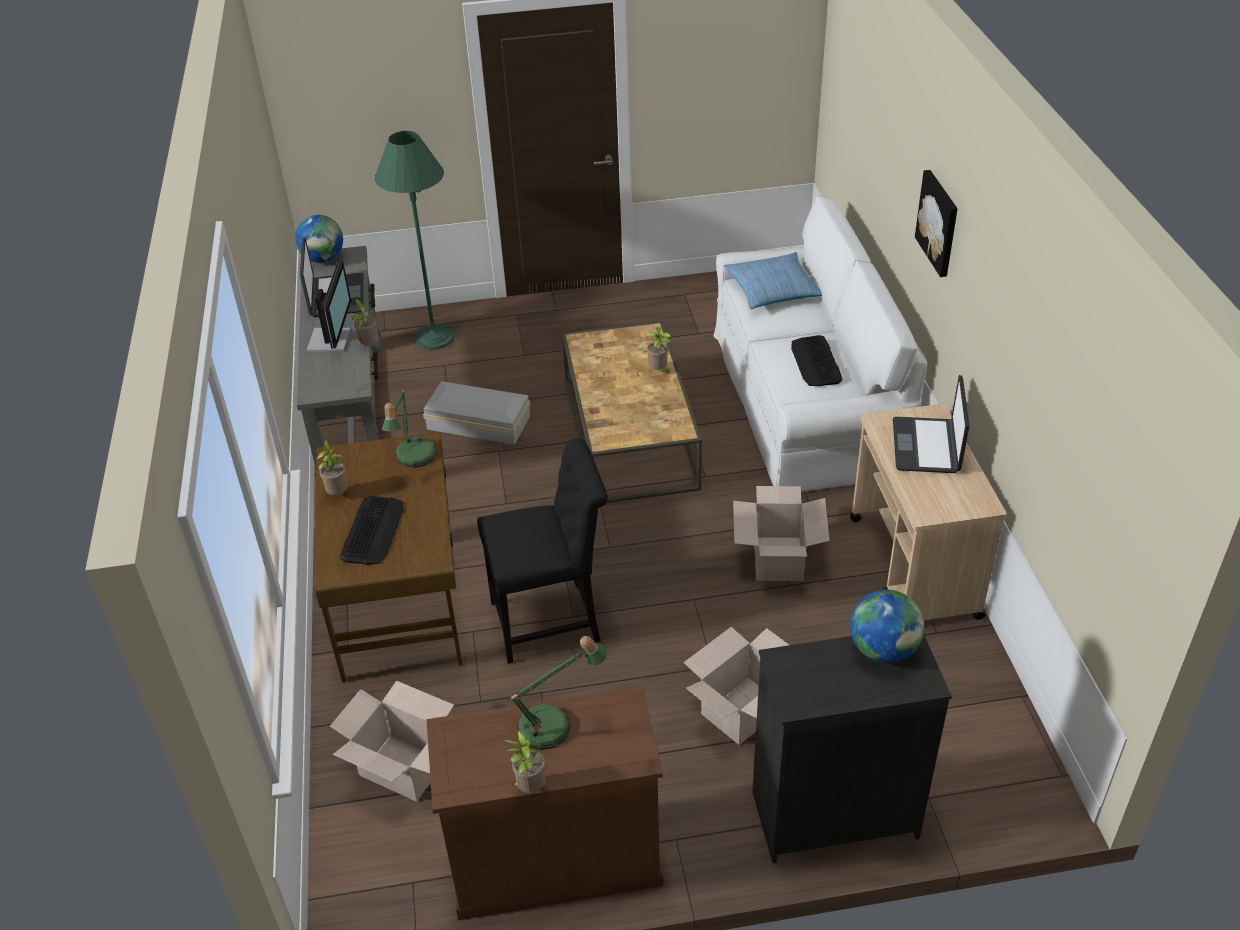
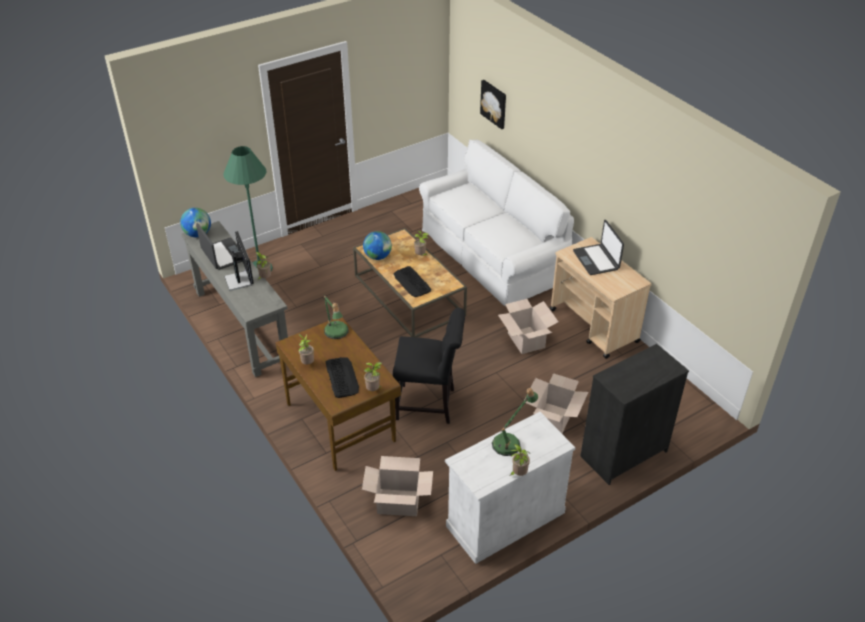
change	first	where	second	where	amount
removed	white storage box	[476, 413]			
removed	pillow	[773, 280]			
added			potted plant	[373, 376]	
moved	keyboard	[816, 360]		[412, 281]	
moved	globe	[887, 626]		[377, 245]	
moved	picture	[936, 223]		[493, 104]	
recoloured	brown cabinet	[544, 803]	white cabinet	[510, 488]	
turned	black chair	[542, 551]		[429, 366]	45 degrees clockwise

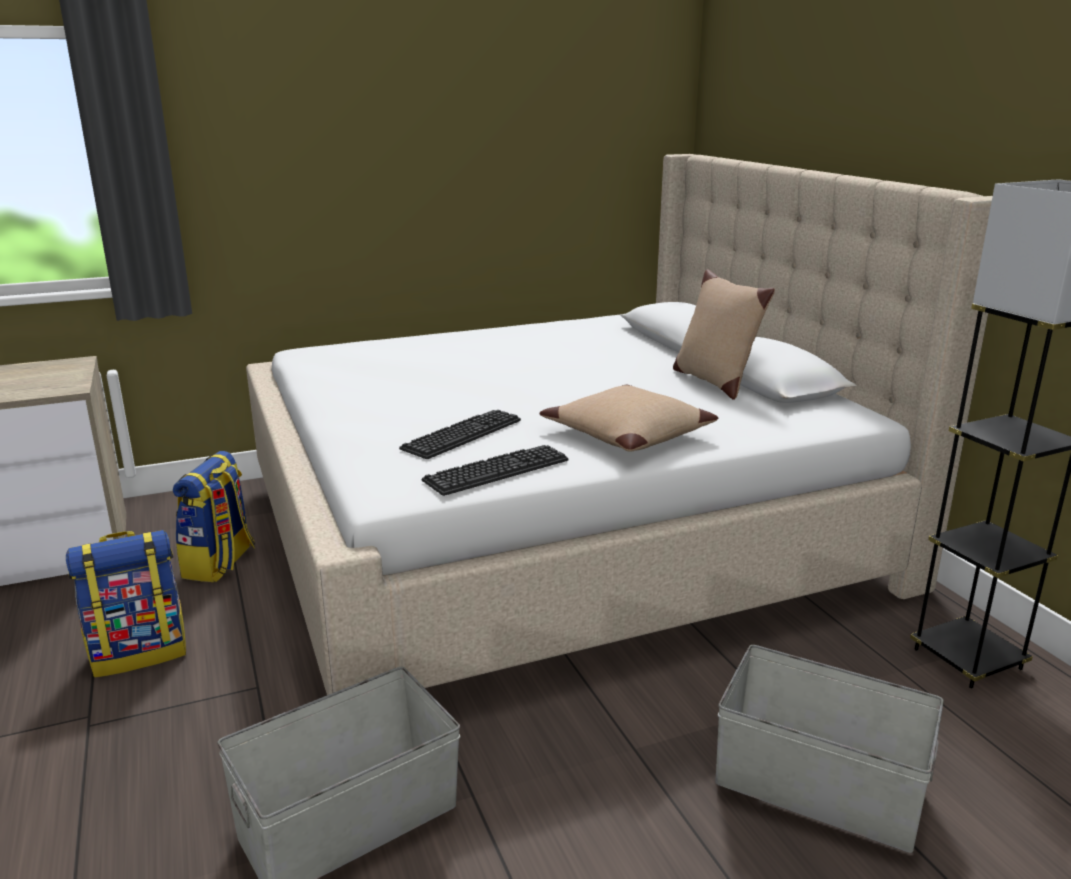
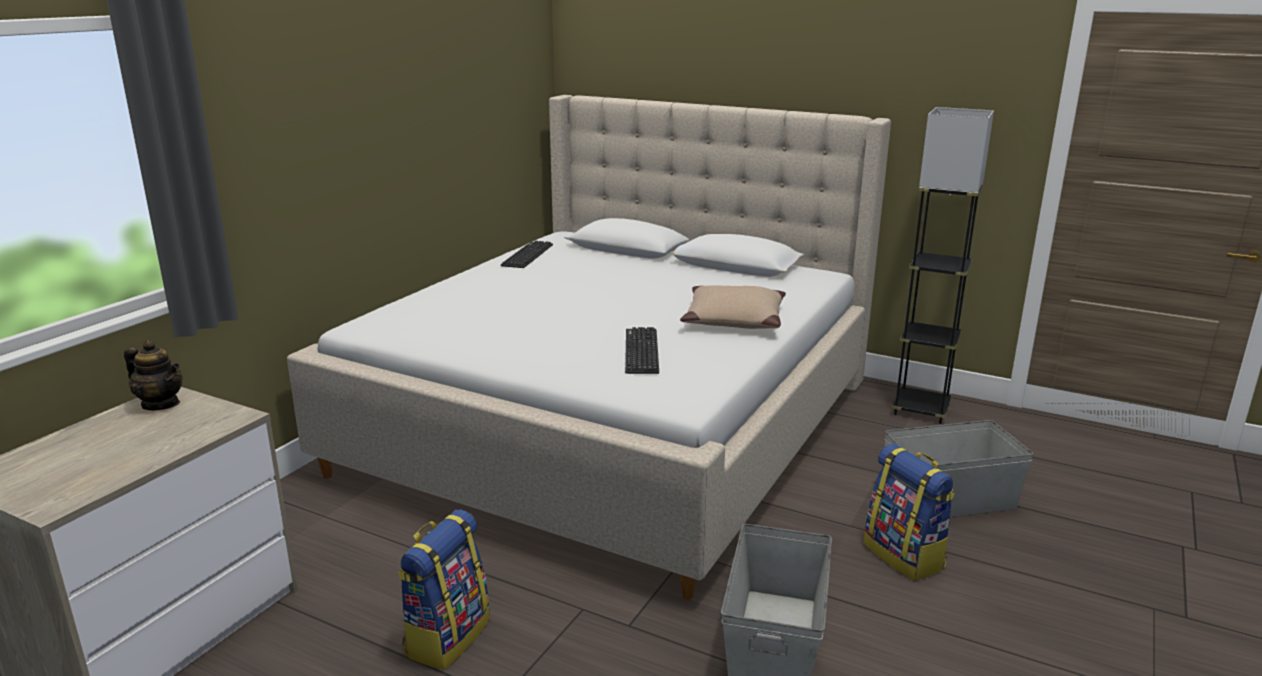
change	first	where	second	where	amount
removed	beige pillow	[724, 334]			
added			teapot	[153, 375]	
moved	backpack	[214, 516]		[909, 512]	
moved	keyboard	[495, 470]		[527, 254]	

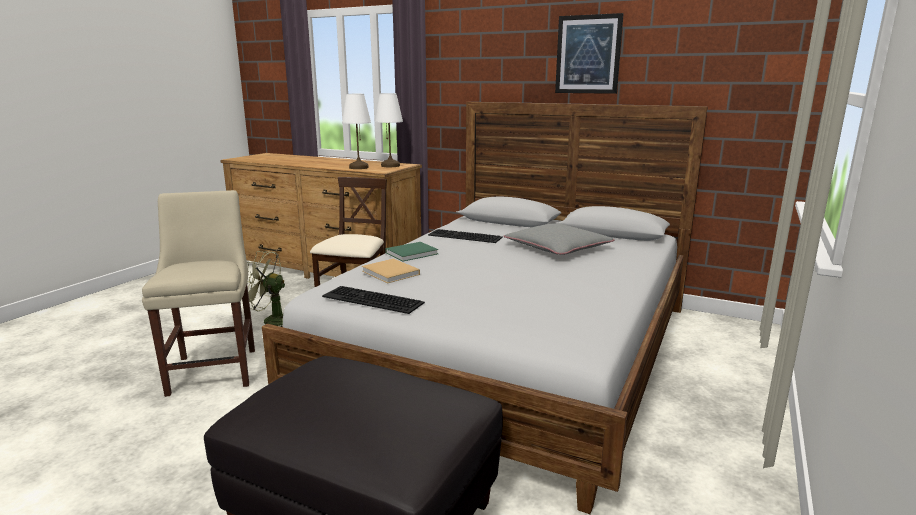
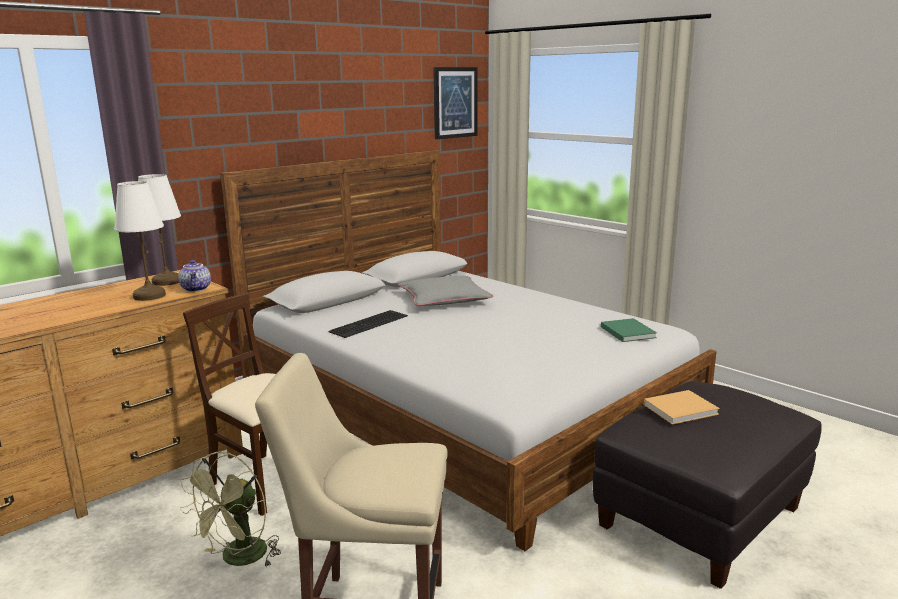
change	first	where	second	where	amount
removed	keyboard	[373, 300]			
added			teapot	[194, 276]	
moved	beige book	[391, 271]		[682, 407]	
moved	green book	[412, 252]		[629, 330]	
moved	picture	[589, 53]		[455, 103]	

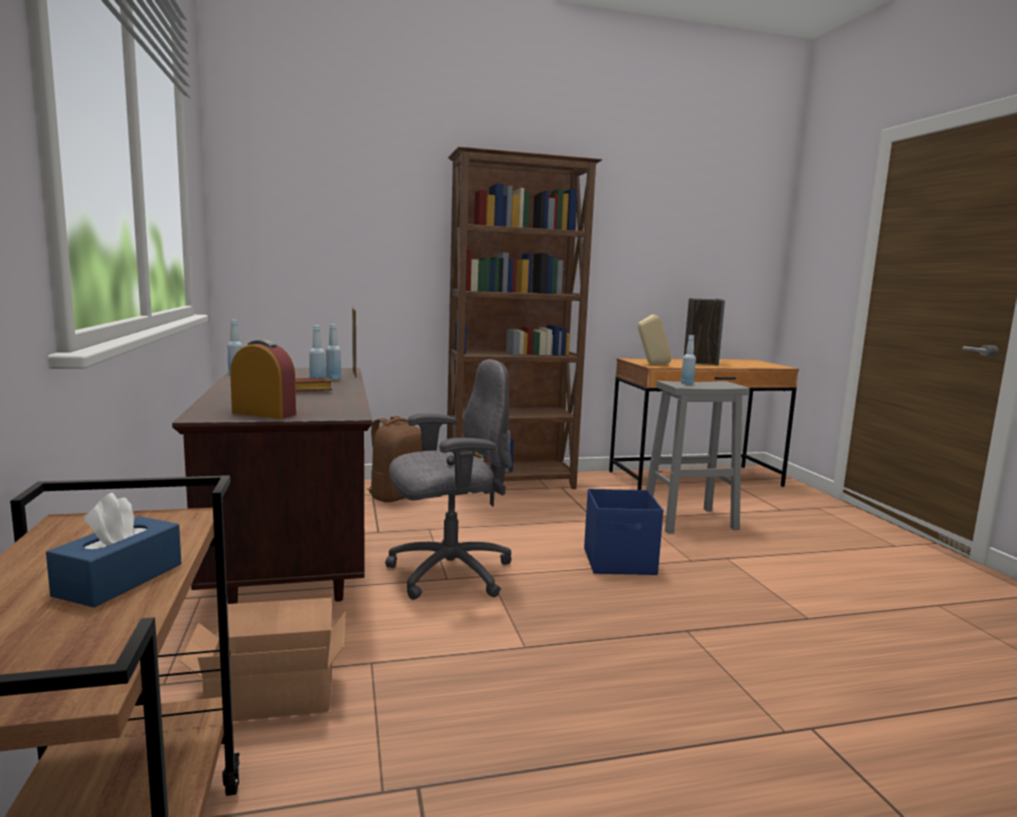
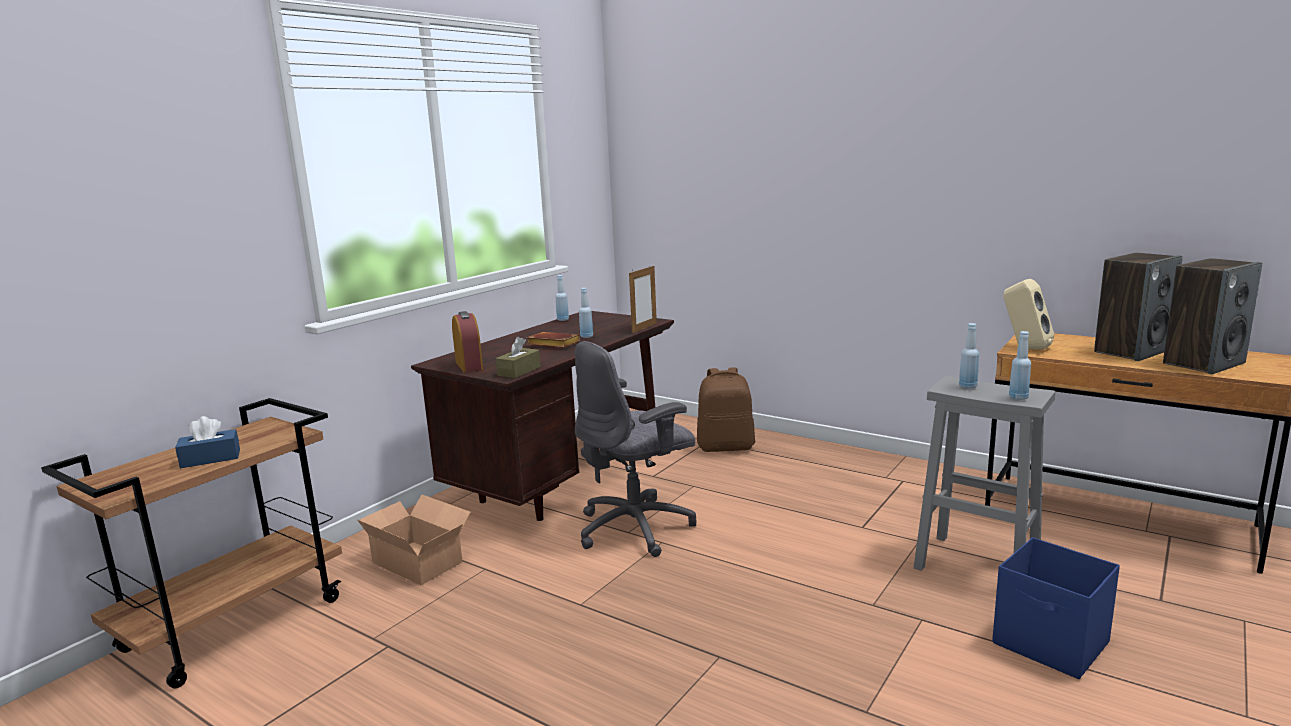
change	first	where	second	where	amount
removed	brown bookcase	[524, 317]			
added			brown tissue box	[518, 357]	
added			speaker	[1212, 316]	
moved	blue bottle	[333, 352]		[1020, 365]	
moved	blue storage box	[623, 532]		[1056, 608]	
turned	grey office chair	[448, 479]		[635, 449]	120 degrees clockwise

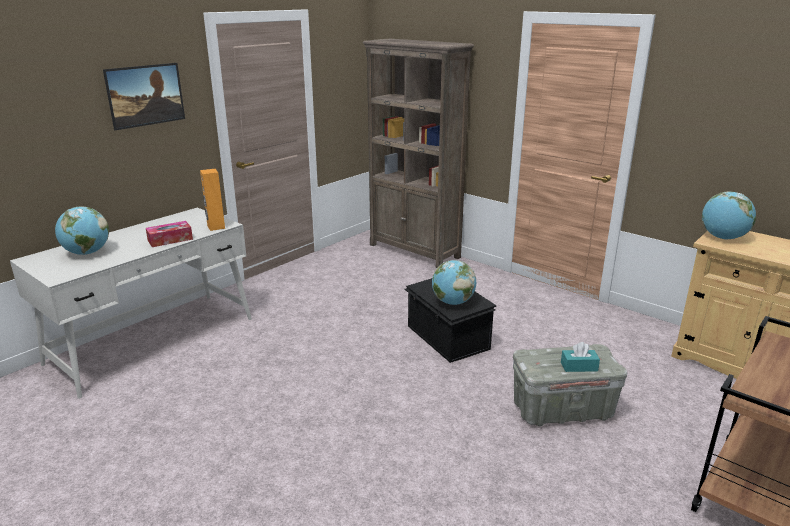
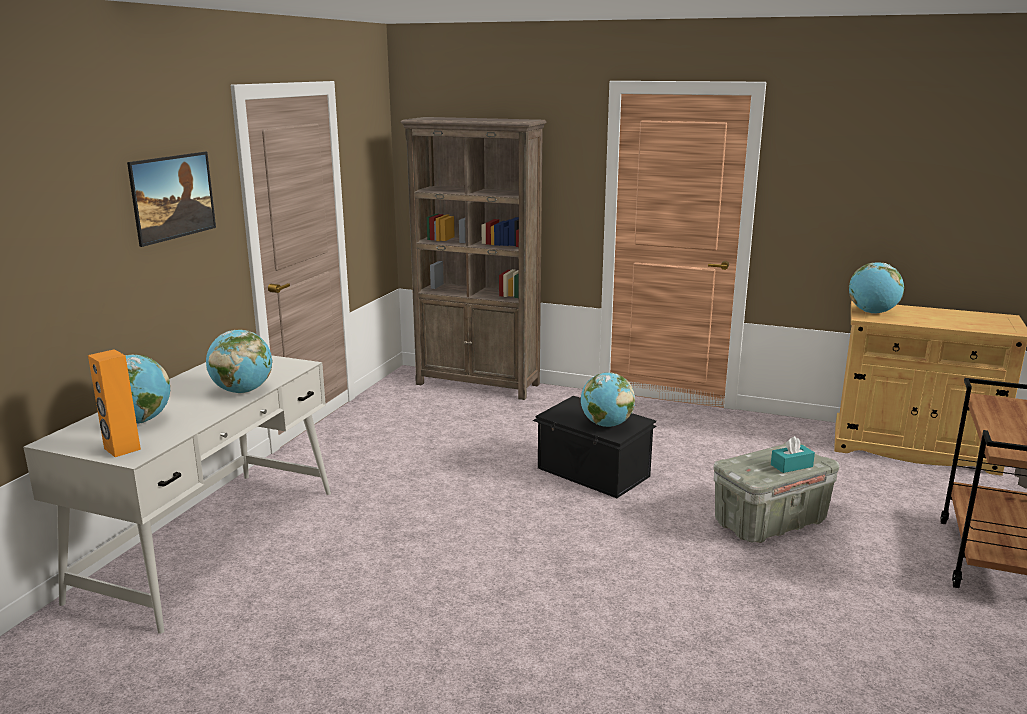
change	first	where	second	where	amount
moved	orange speaker	[212, 200]		[114, 403]	
replaced	tissue box	[169, 234]	globe	[239, 361]	

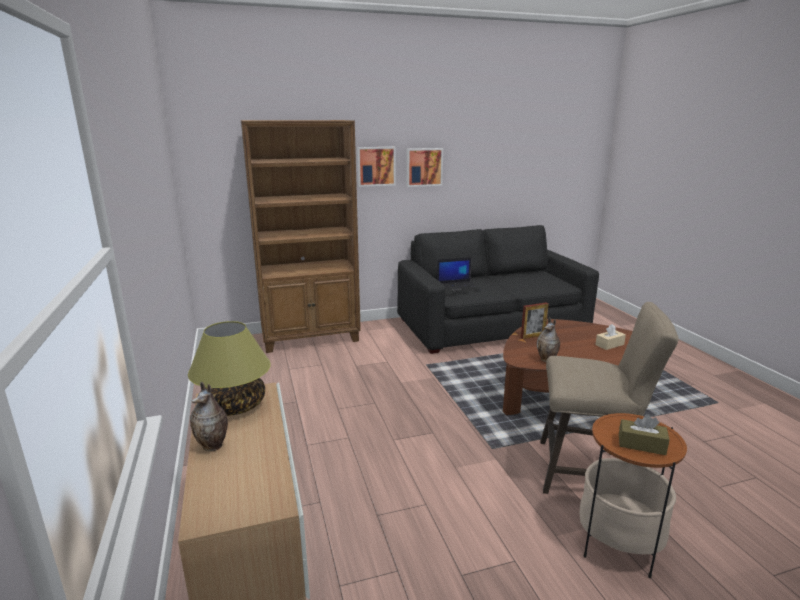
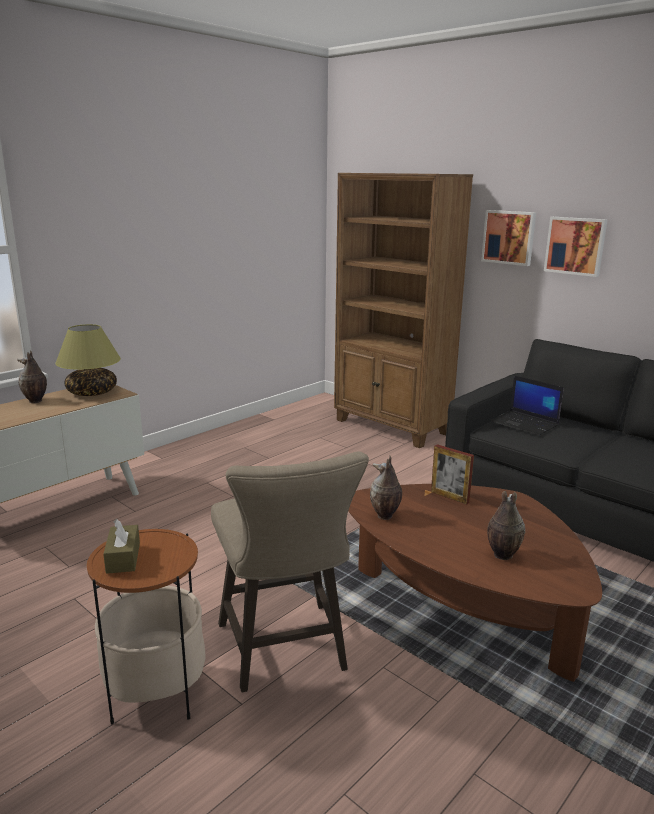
change	first	where	second	where	amount
replaced	beige tissue box	[610, 337]	vase	[506, 525]	

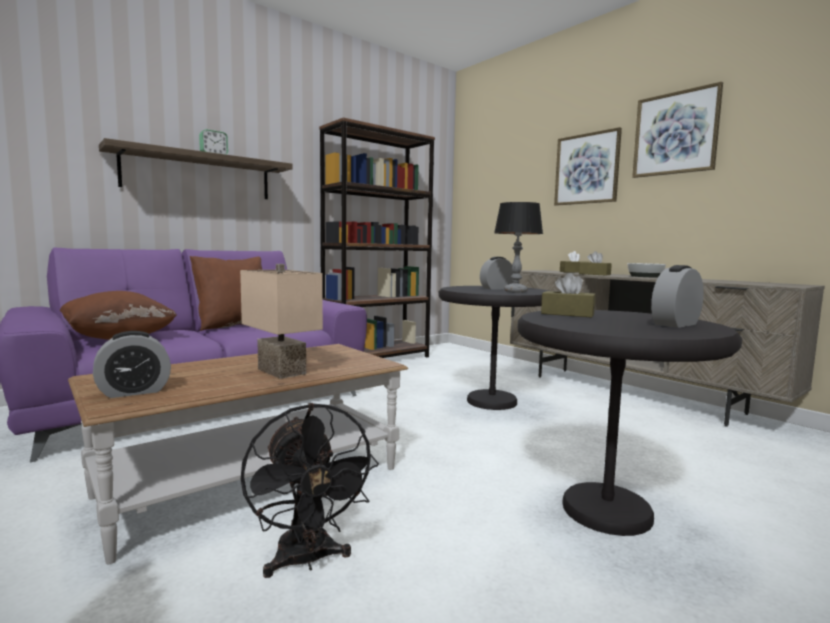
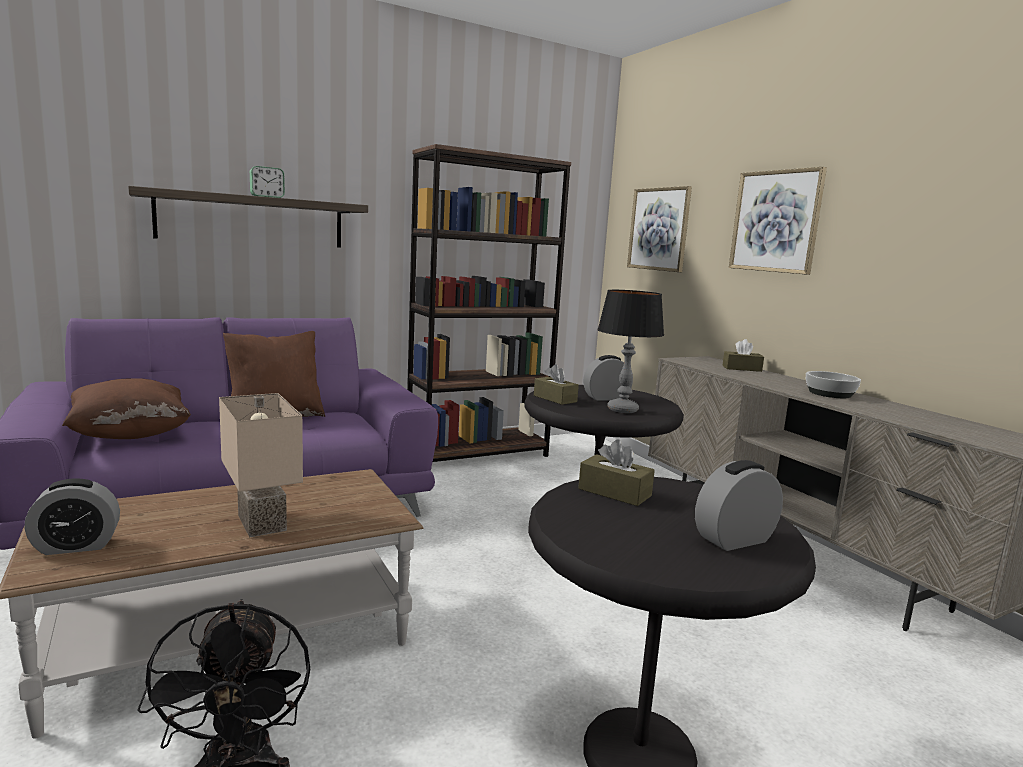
change	first	where	second	where	amount
moved	brown tissue box	[595, 263]		[556, 384]	
moved	picture	[677, 130]		[659, 229]	

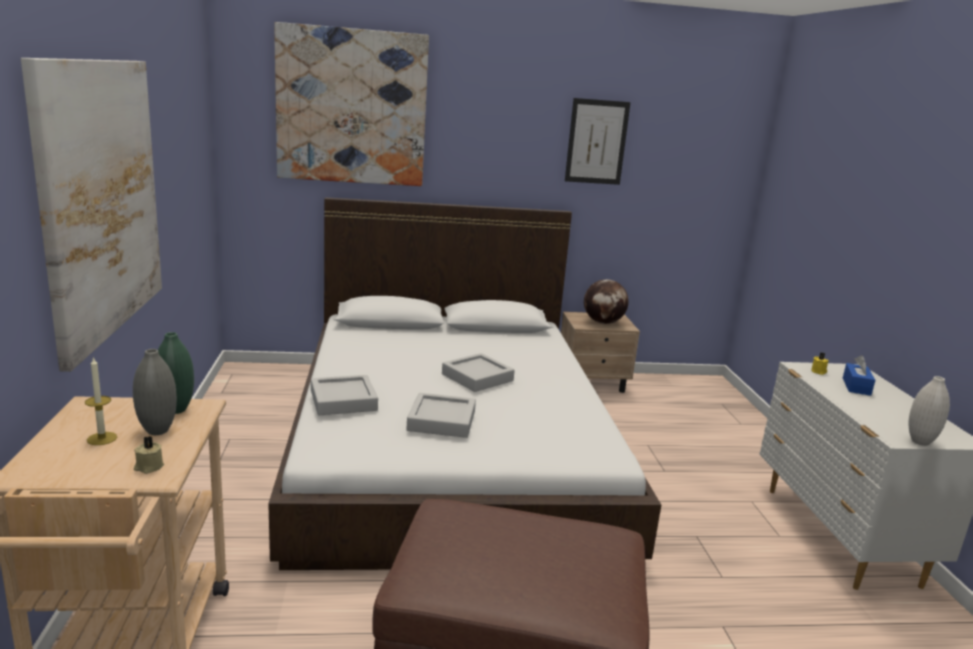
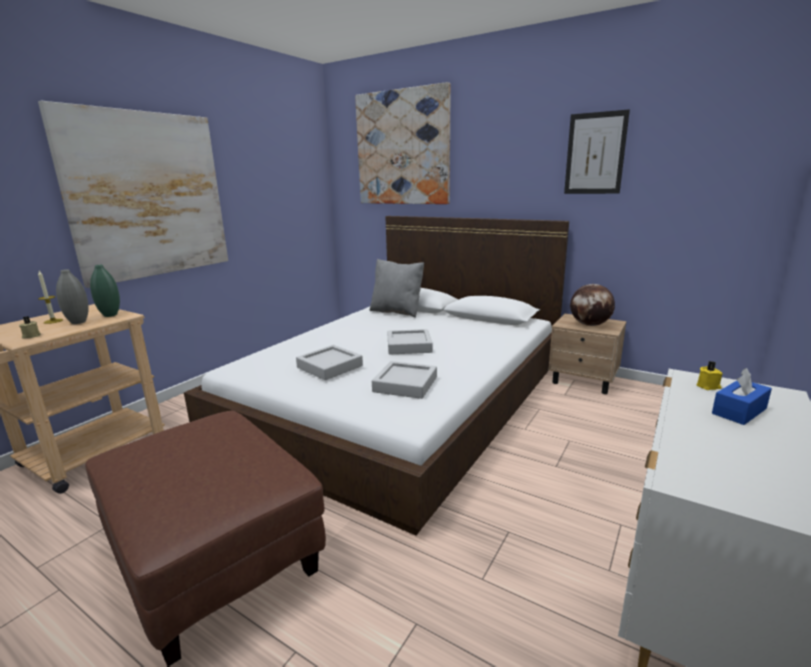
change	first	where	second	where	amount
removed	white vase	[929, 411]			
added			grey pillow	[397, 288]	
moved	grey tray	[344, 395]		[404, 380]	

